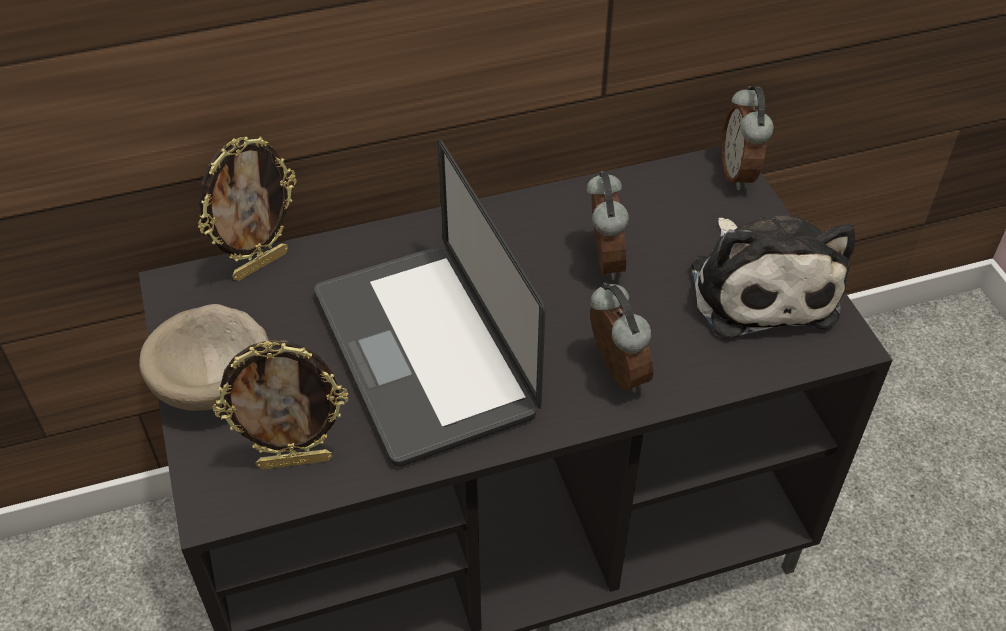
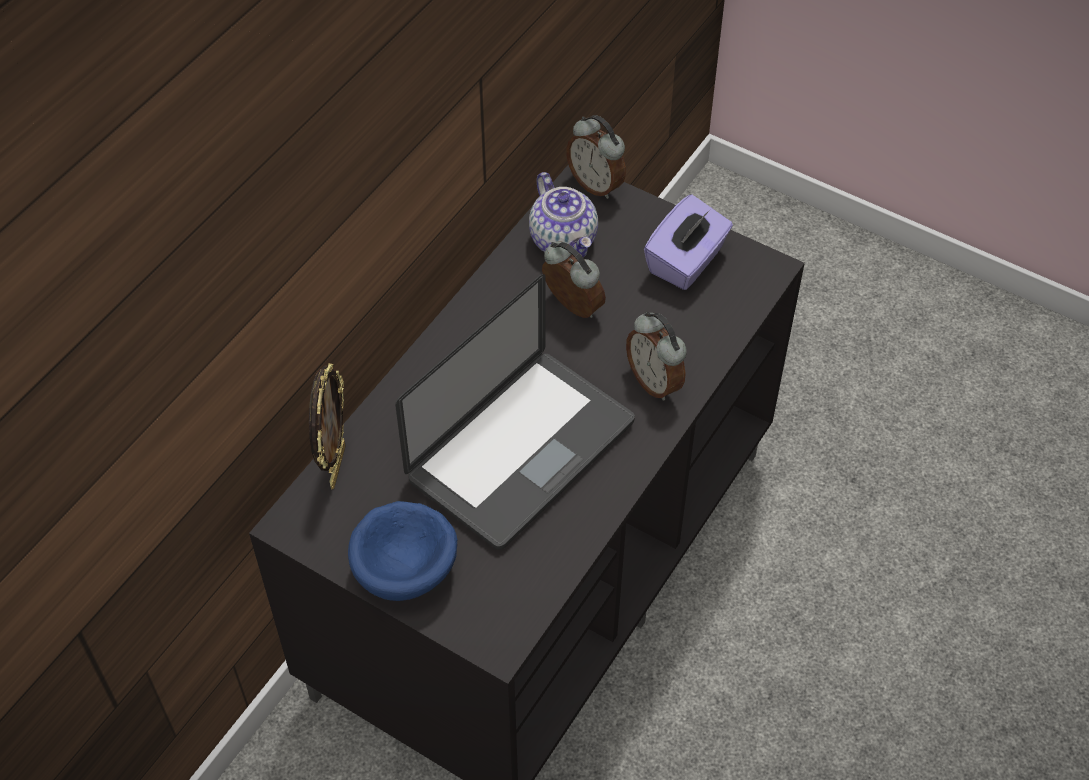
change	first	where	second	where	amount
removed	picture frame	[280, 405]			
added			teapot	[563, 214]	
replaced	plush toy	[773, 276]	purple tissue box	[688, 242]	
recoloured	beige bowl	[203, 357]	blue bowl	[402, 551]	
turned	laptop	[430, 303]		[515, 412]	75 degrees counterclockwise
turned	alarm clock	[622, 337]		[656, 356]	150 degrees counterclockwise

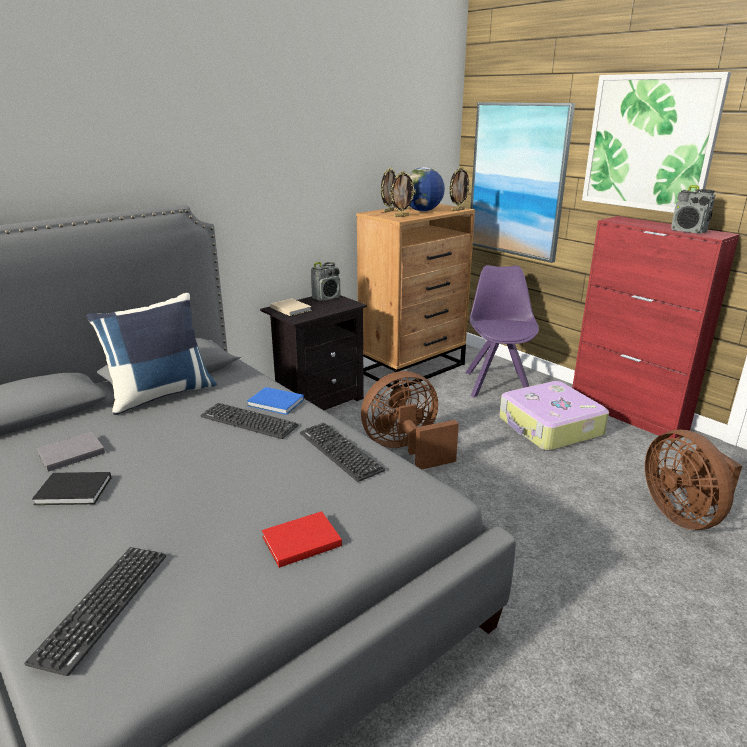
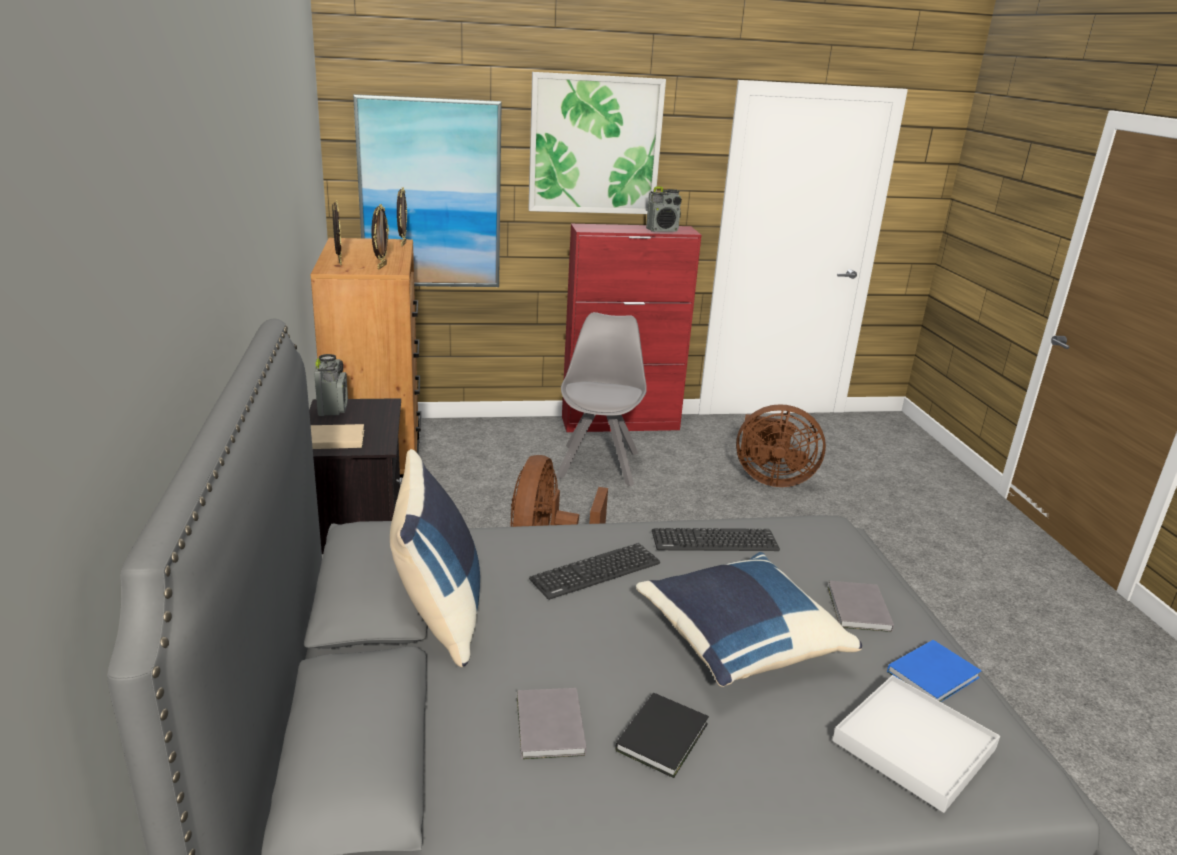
change	first	where	second	where	amount
removed	globe	[427, 189]			
removed	purple chair	[502, 331]			
added			blue pillow	[749, 619]	
moved	blue book	[275, 401]		[934, 671]	
replaced	keyboard	[95, 611]	white tray	[916, 744]	
replaced	suitcase	[554, 416]	grey chair	[601, 399]	
recoloured	red book	[302, 539]	grey book	[860, 606]	

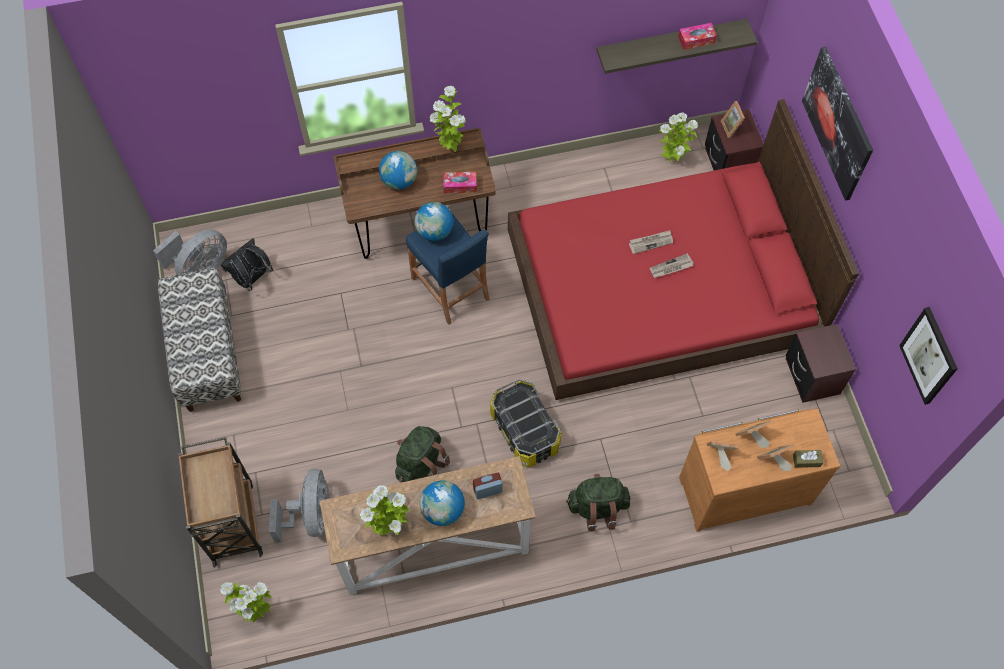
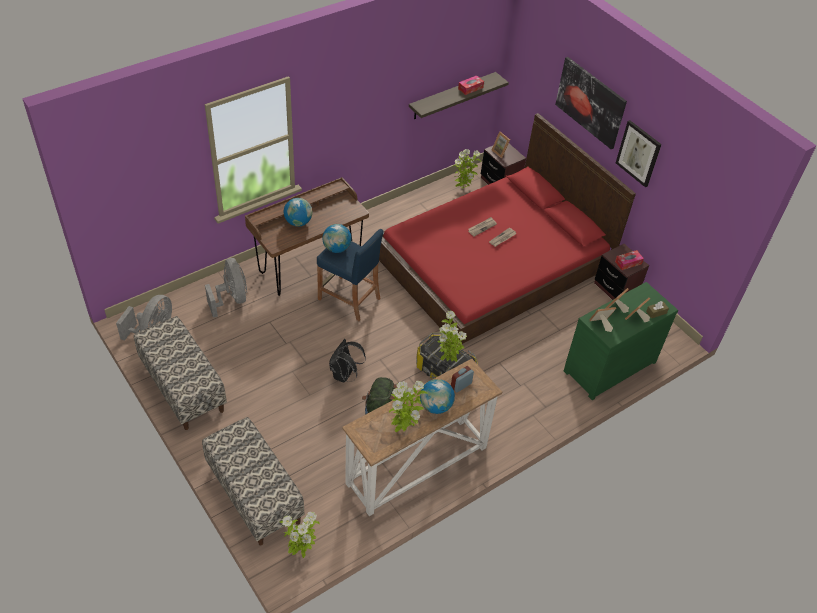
change	first	where	second	where	amount
removed	green backpack	[598, 502]			
moved	black backpack	[247, 264]		[347, 360]	
moved	grey fan	[299, 505]		[226, 288]	
moved	potted plant	[448, 119]		[452, 336]	
moved	tissue box	[460, 183]		[629, 260]	
moved	picture	[928, 356]		[639, 153]	
replaced	brown cart	[220, 502]	bench	[253, 481]	
recoloured	brown dresser	[759, 470]	green dresser	[621, 341]	

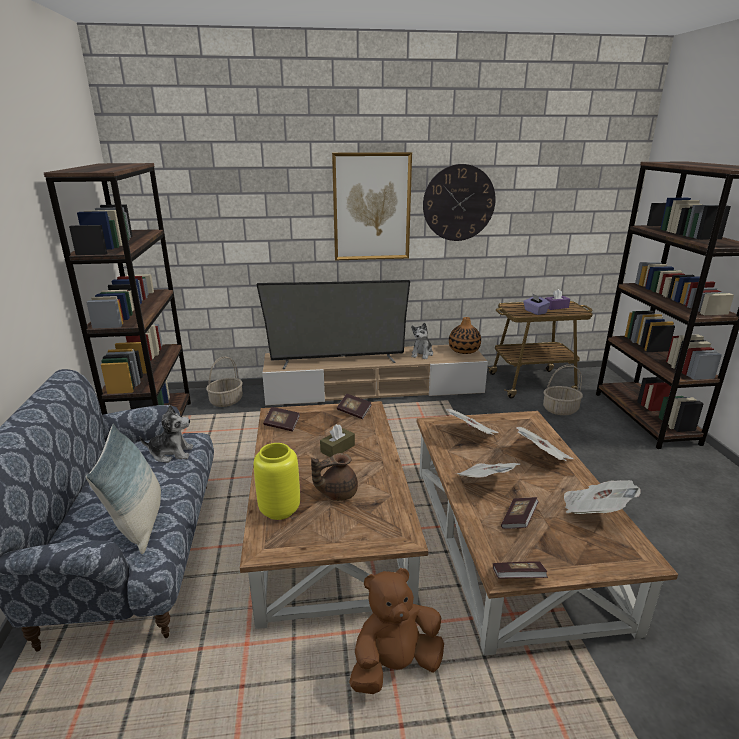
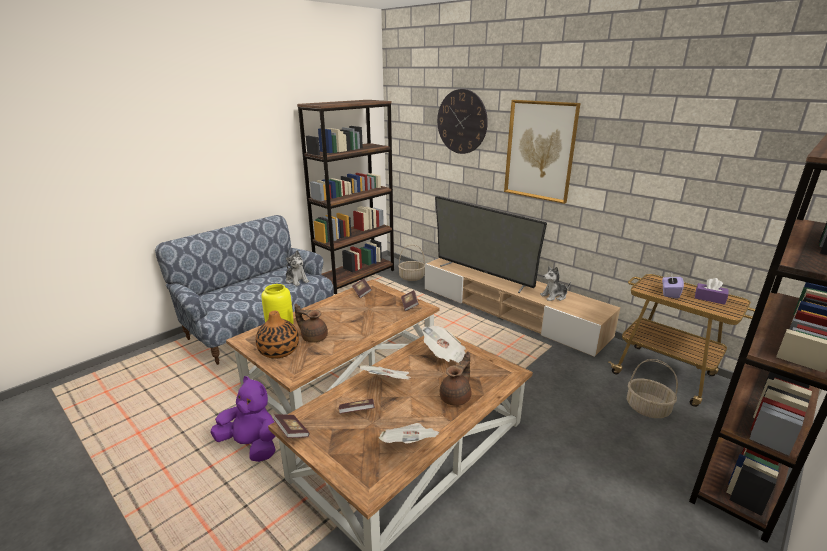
change	first	where	second	where	amount
removed	pillow	[123, 489]			
removed	brown tissue box	[337, 440]			
moved	wall clock	[459, 202]		[462, 121]	
moved	vase	[465, 335]		[277, 335]	
replaced	newspaper	[544, 444]	brown teapot	[455, 378]	
recoloured	brown plush toy	[396, 631]	purple plush toy	[243, 419]	

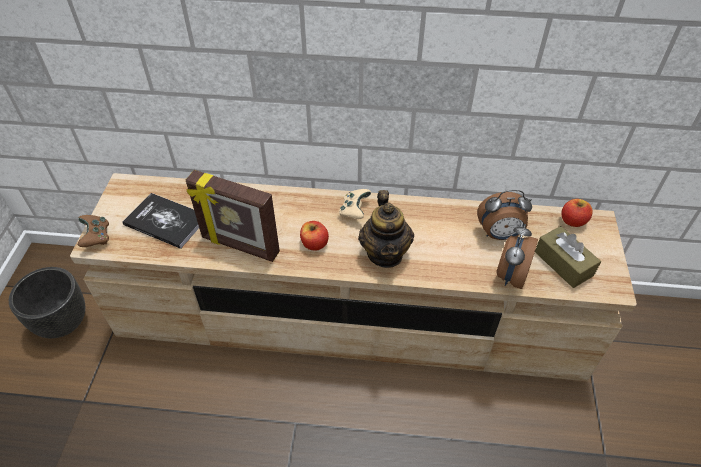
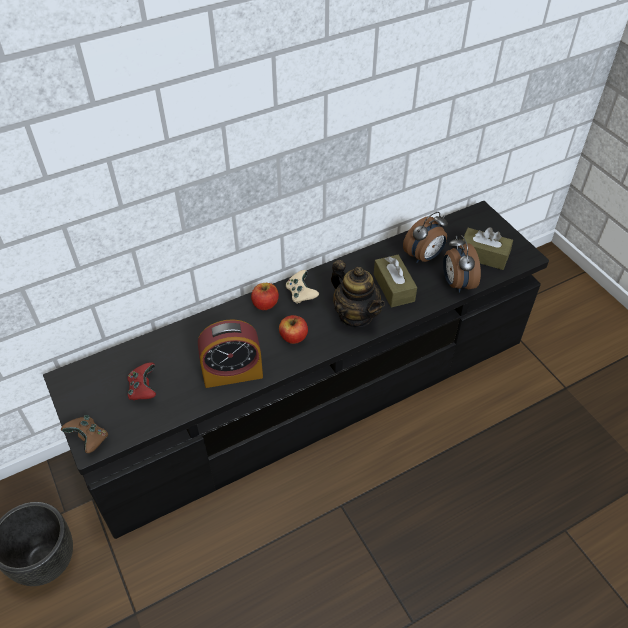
change	first	where	second	where	amount
added			brown tissue box	[395, 281]	
moved	apple	[577, 213]		[265, 296]	
replaced	book	[161, 221]	red game controller	[142, 381]	
replaced	picture frame	[233, 216]	alarm clock	[230, 353]	
recoloured	beige tv stand	[353, 277]	black tv stand	[296, 370]	

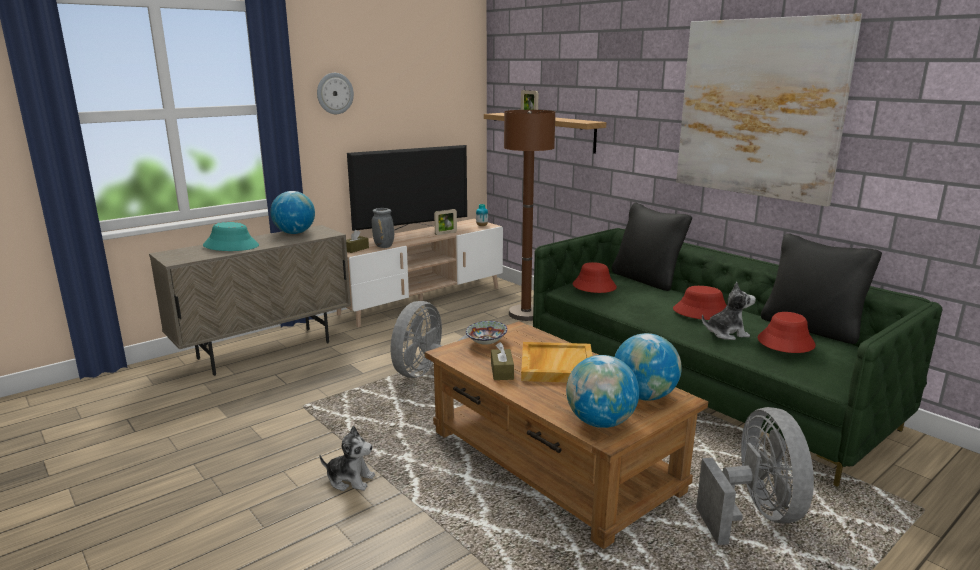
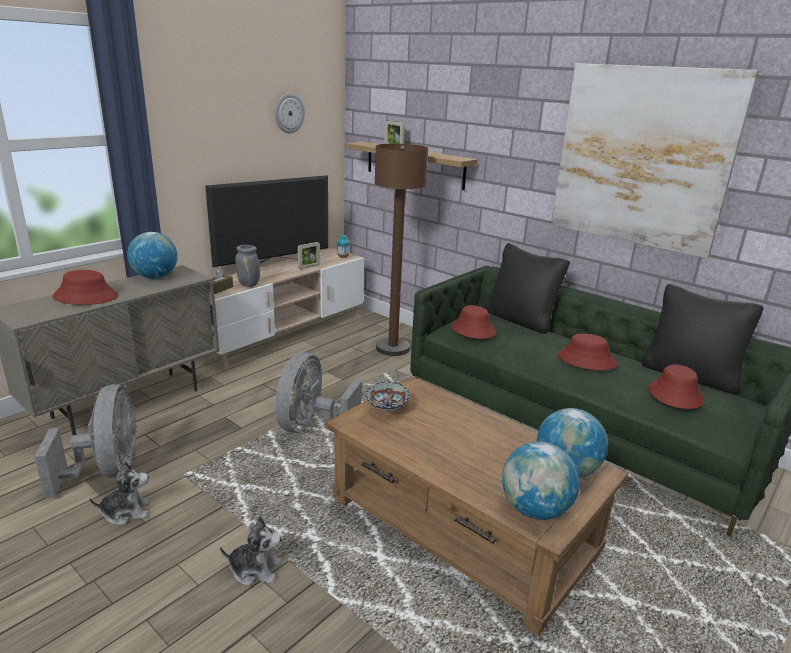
change	first	where	second	where	amount
removed	brown tissue box	[502, 361]			
removed	beige tray	[557, 362]			
moved	wall clock	[335, 93]		[290, 113]	
moved	grey fan	[755, 476]		[85, 441]	
moved	plush toy	[729, 311]		[119, 493]	
recoloured	turquoise hat	[231, 236]	red hat	[85, 287]	

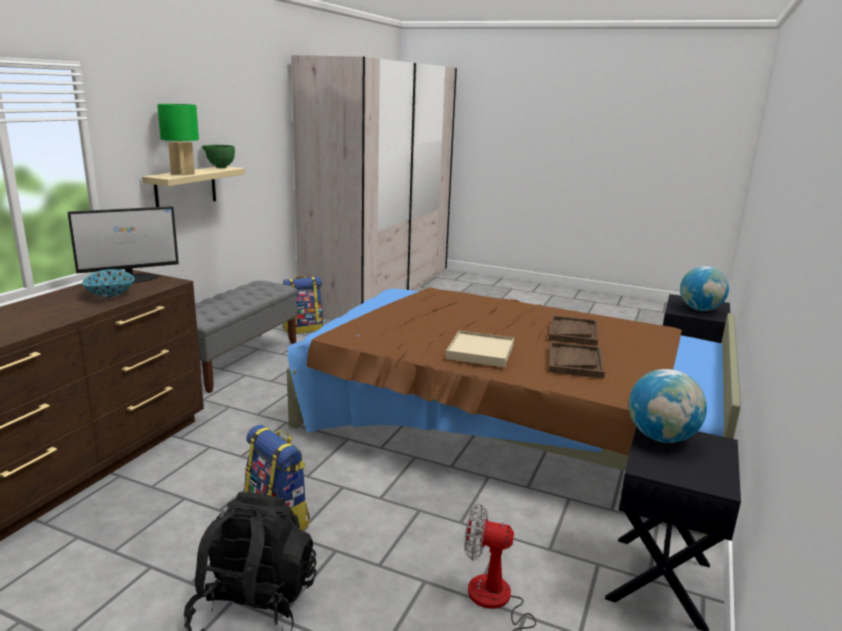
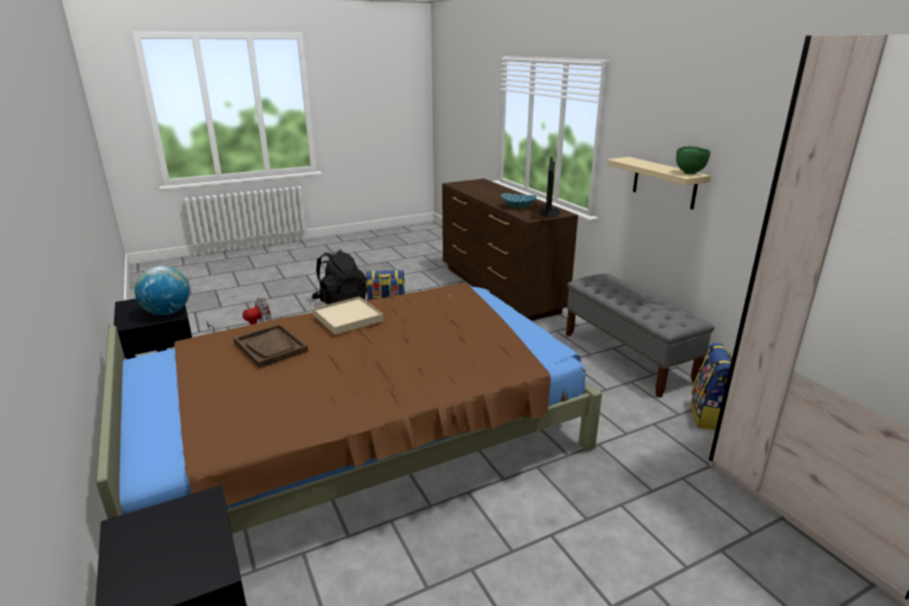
change	first	where	second	where	amount
removed	green table lamp	[178, 140]			
removed	brown tray	[573, 330]			
removed	globe	[704, 288]			

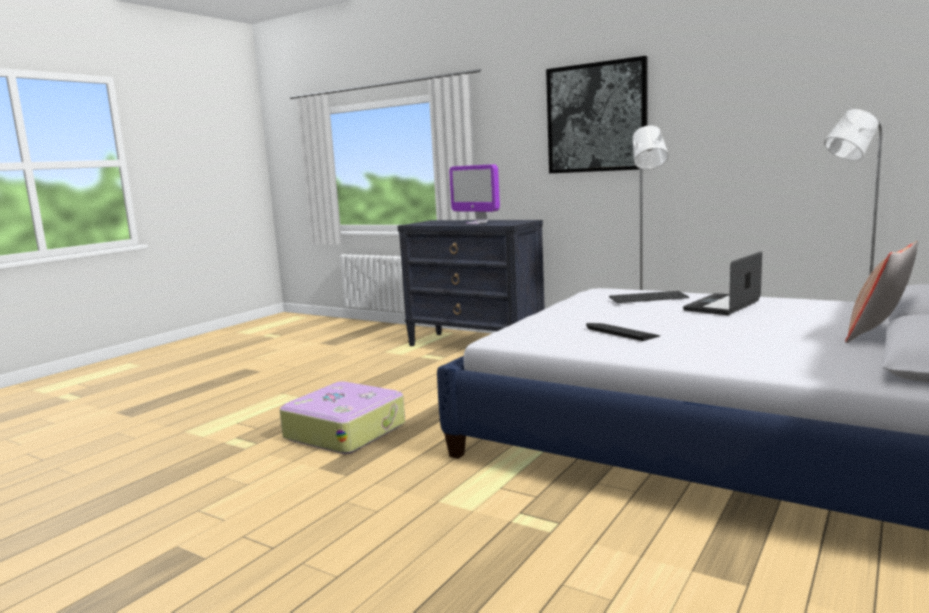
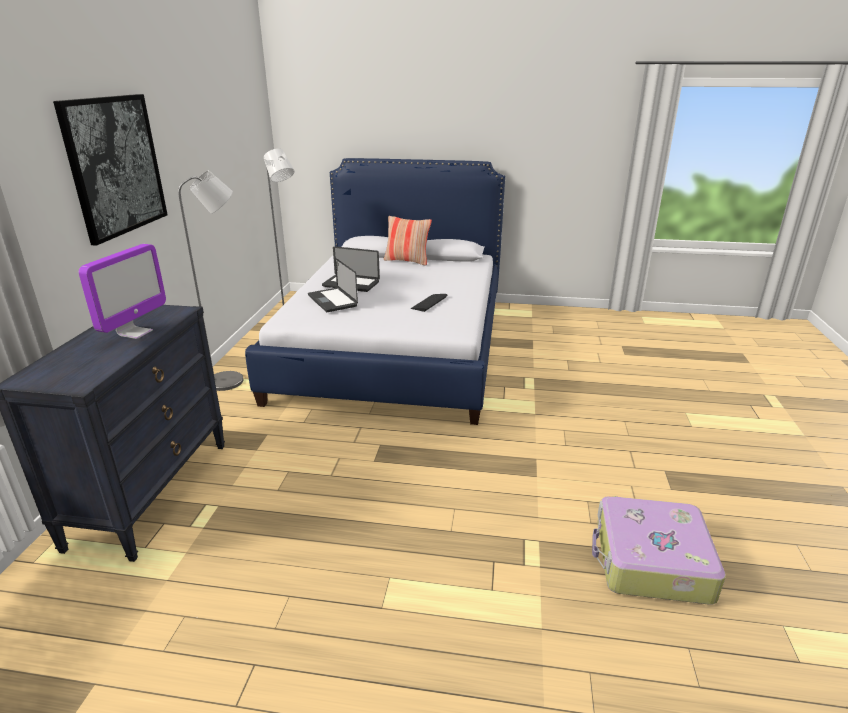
change	first	where	second	where	amount
moved	suitcase	[342, 417]		[659, 550]	
replaced	keyboard	[649, 297]	laptop	[333, 285]	

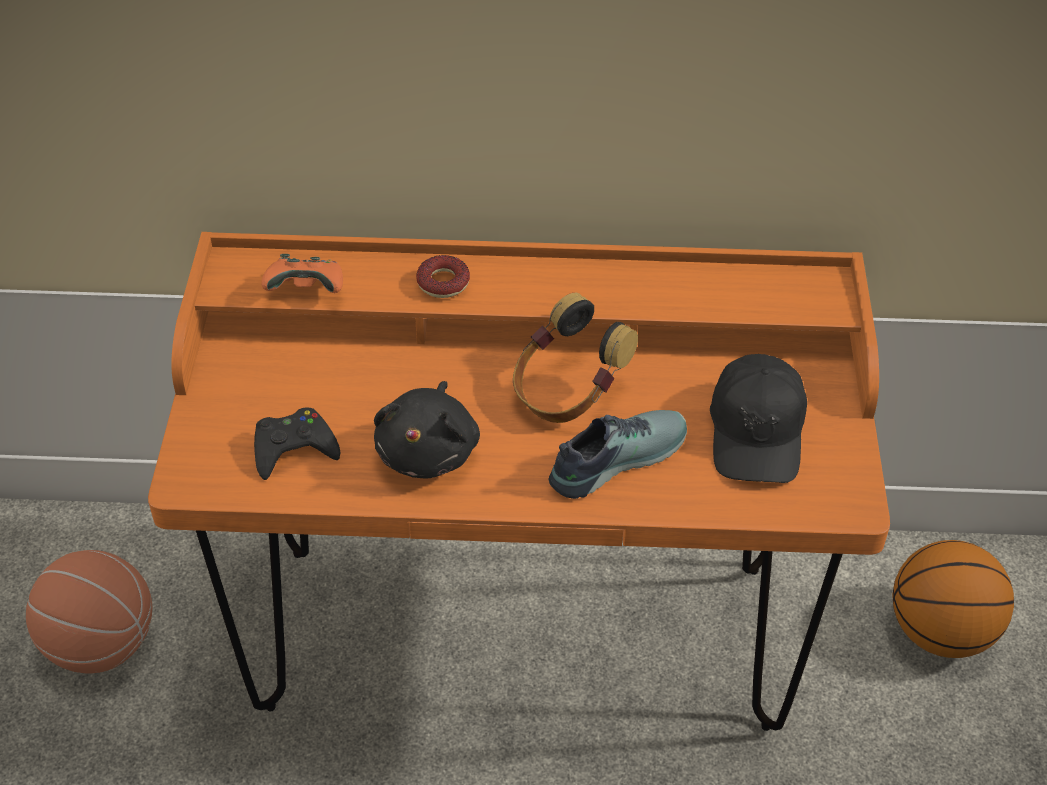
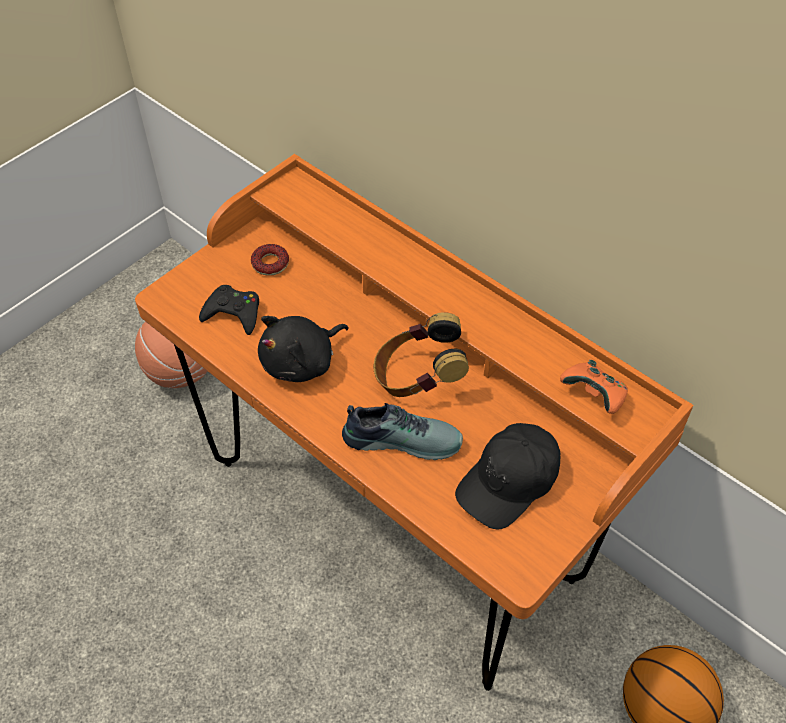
change	first	where	second	where	amount
moved	orange game controller	[302, 273]		[594, 387]	
moved	donut	[443, 276]		[270, 260]	

